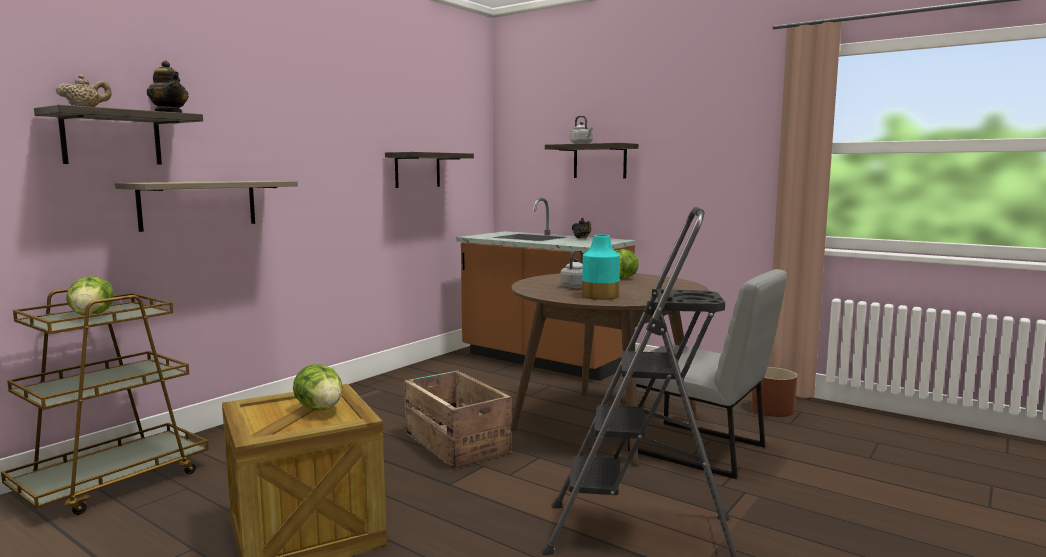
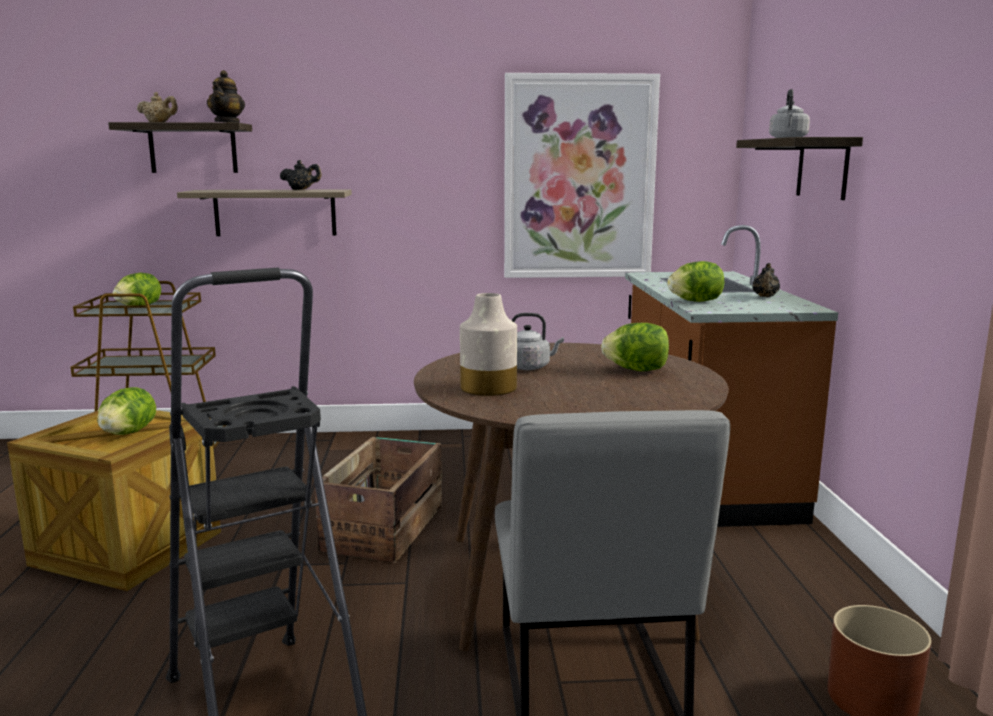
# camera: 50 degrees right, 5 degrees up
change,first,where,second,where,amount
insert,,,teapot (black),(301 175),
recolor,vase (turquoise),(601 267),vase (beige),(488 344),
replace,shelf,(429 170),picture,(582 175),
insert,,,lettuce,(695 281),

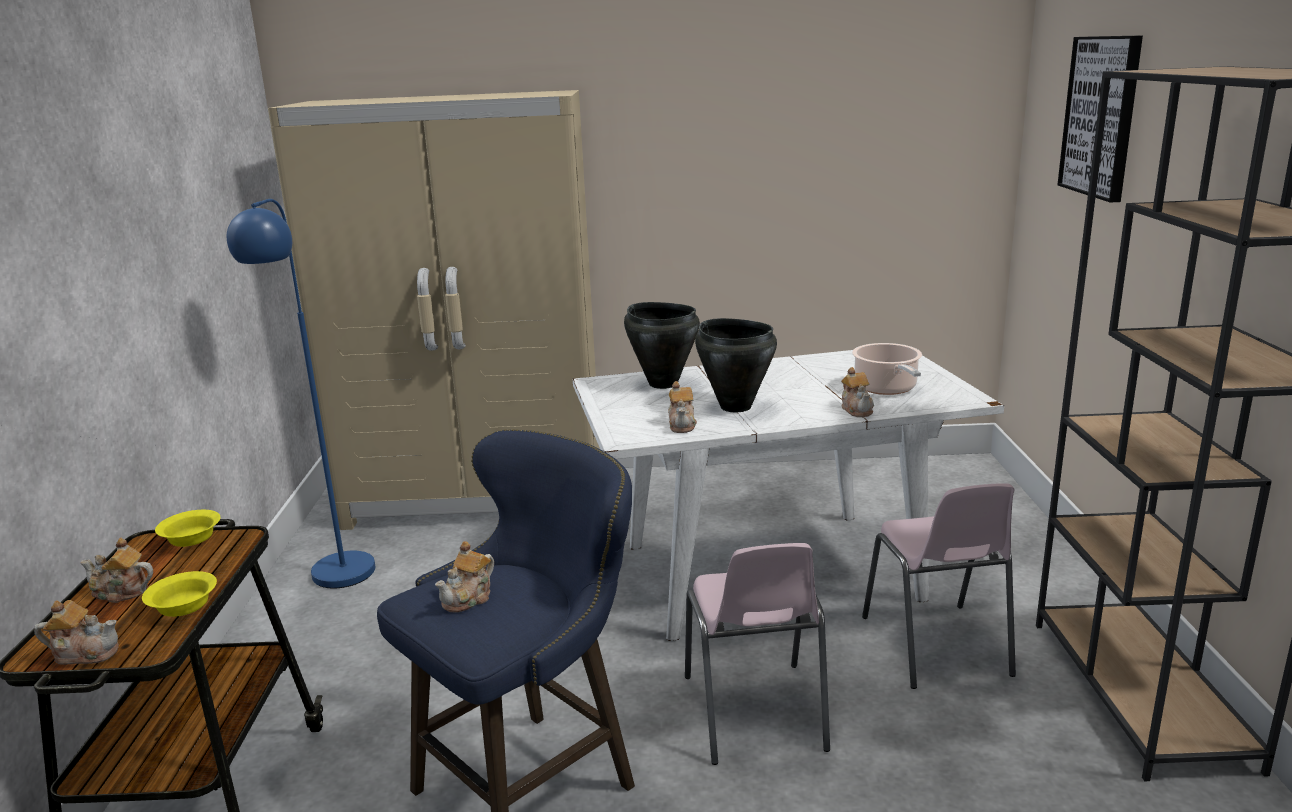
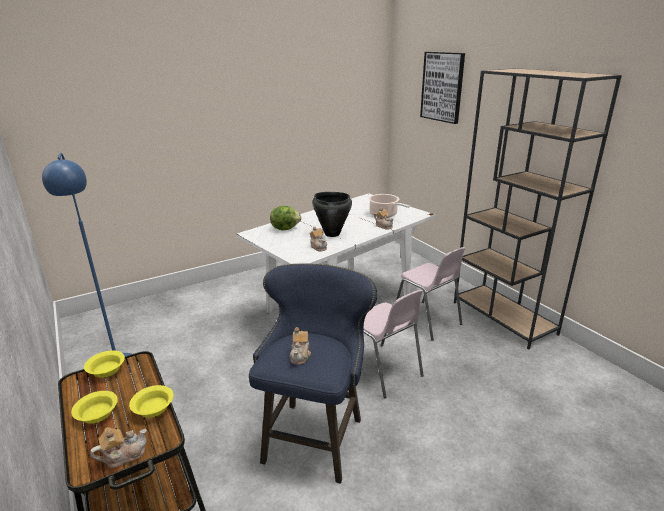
# camera: 30 degrees left, 5 degrees up
change,first,where,second,where,amount
replace,teapot,(117 570),bowl (yellow),(94 407),
replace,cooking pot (black),(662 345),lettuce,(286 217),
delete,cabinet (beige),(434 310),,,

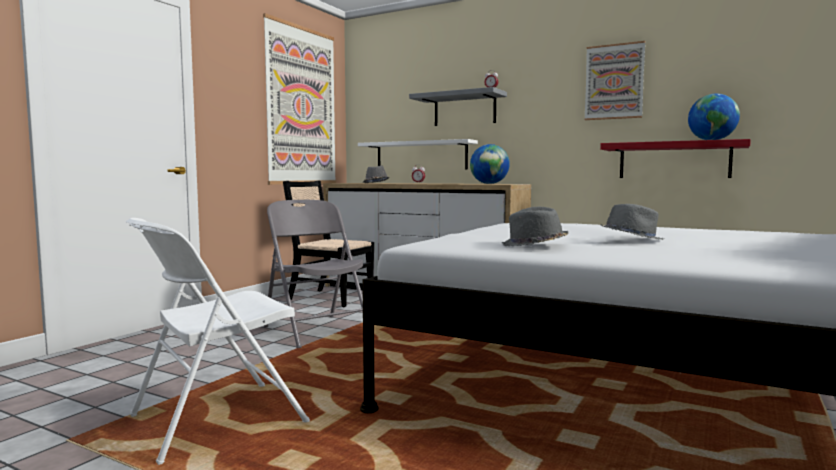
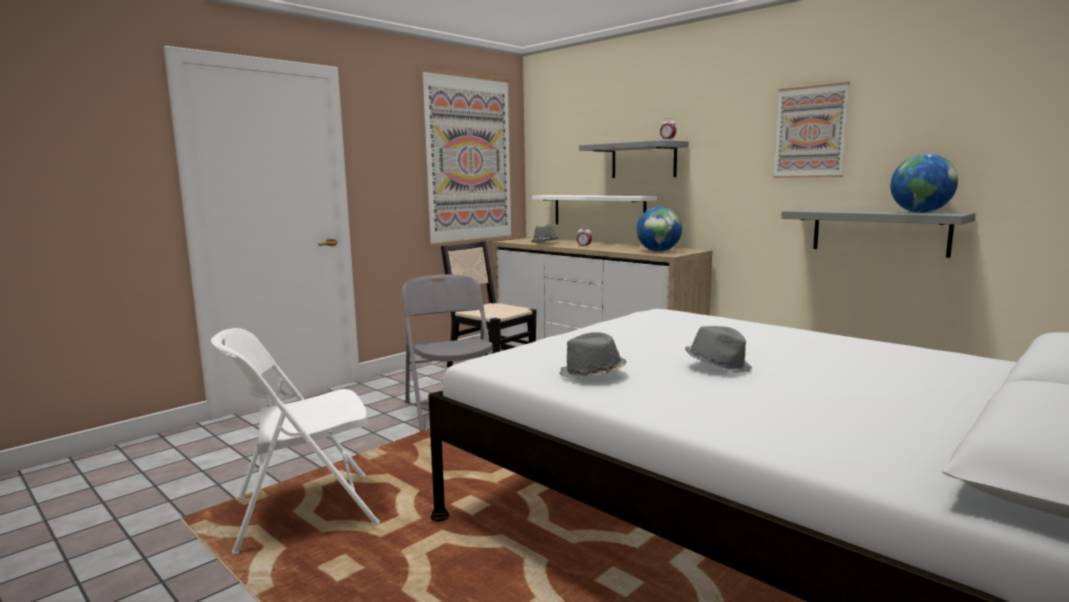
# camera: 15 degrees right, 5 degrees up
change,first,where,second,where,amount
recolor,shelf (red),(675 158),shelf (grey),(878 233),

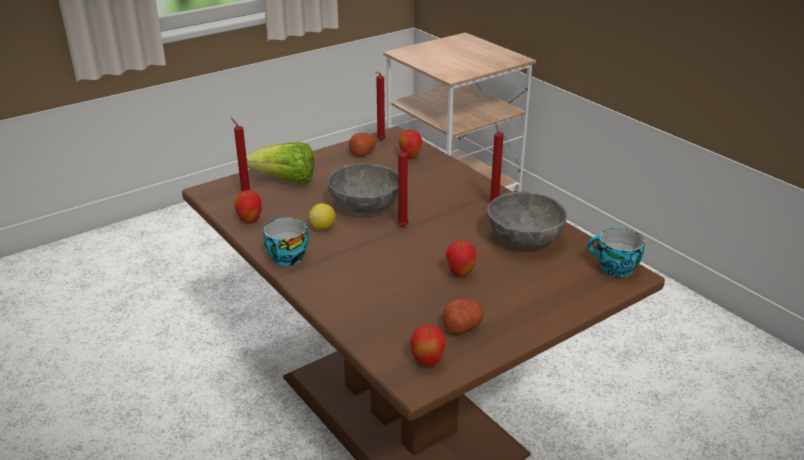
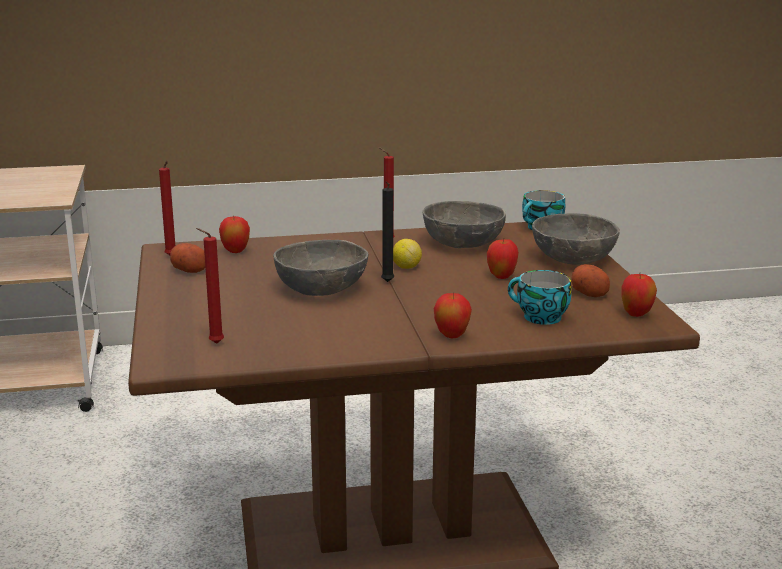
# camera: 65 degrees left, 10 degrees down
change,first,where,second,where,amount
recolor,candle (red),(400 186),candle (black),(387 231),
move,lemon,(322 216),,(407 254),
move,apple,(248 207),,(453 315),
move,cup,(286 242),,(540 297),
insert,,,bowl (grey),(576 239),
delete,lettuce,(280 163),,,

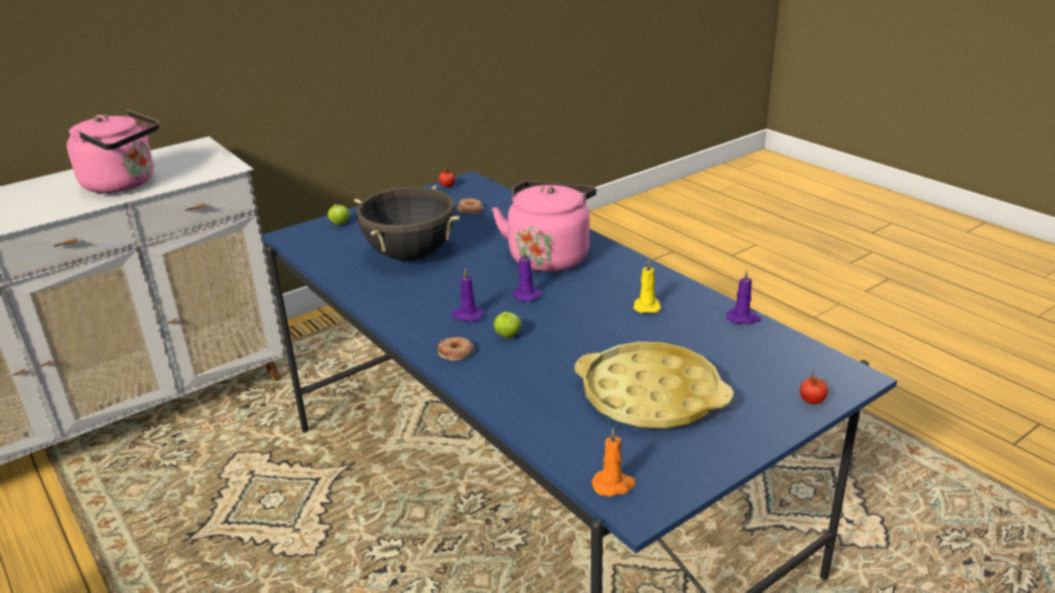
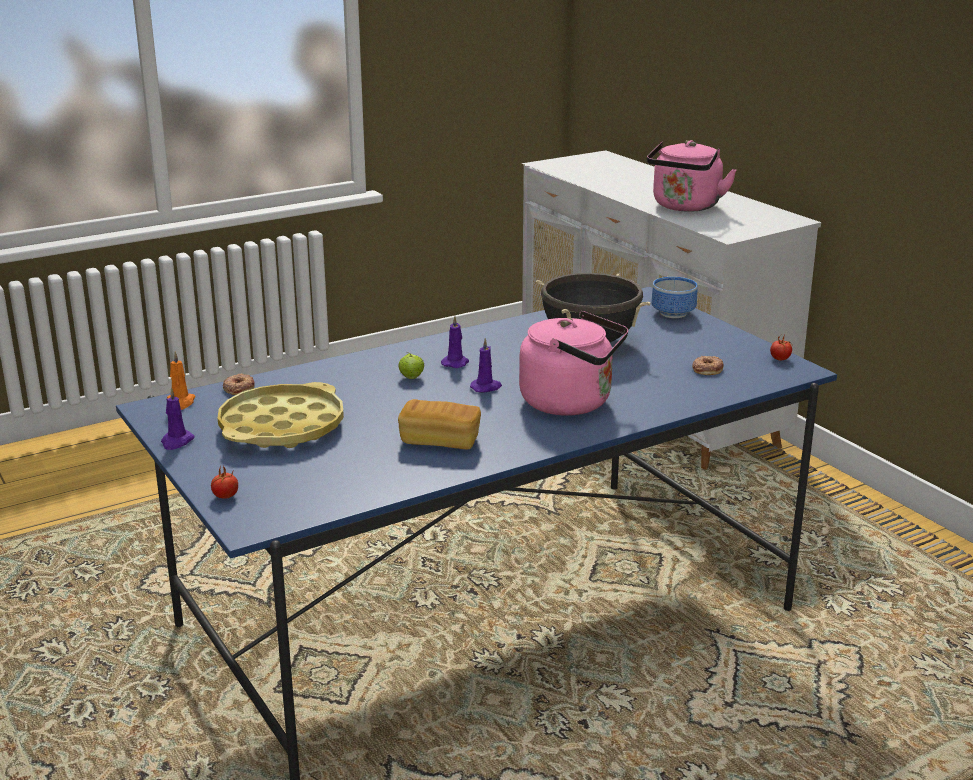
# camera: 95 degrees right, 5 degrees down
change,first,where,second,where,amount
move,candle (purple),(743 297),,(178 418),
move,donut,(456 349),,(239 384),
replace,candle (yellow),(647 286),bread,(439 424),
replace,apple,(339 214),bowl,(674 297),

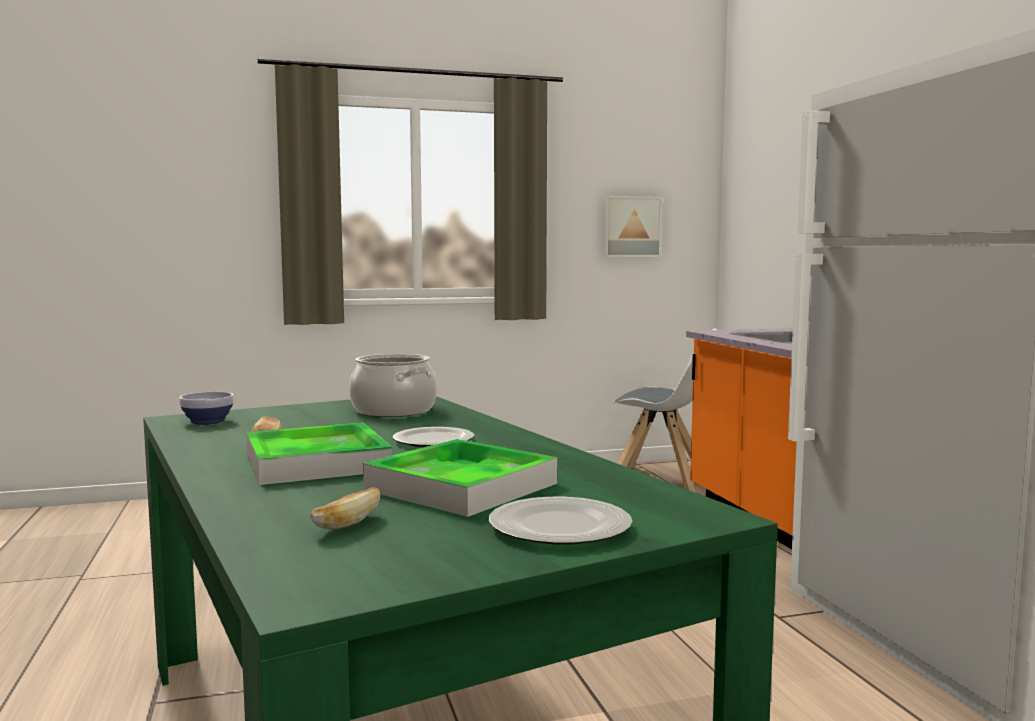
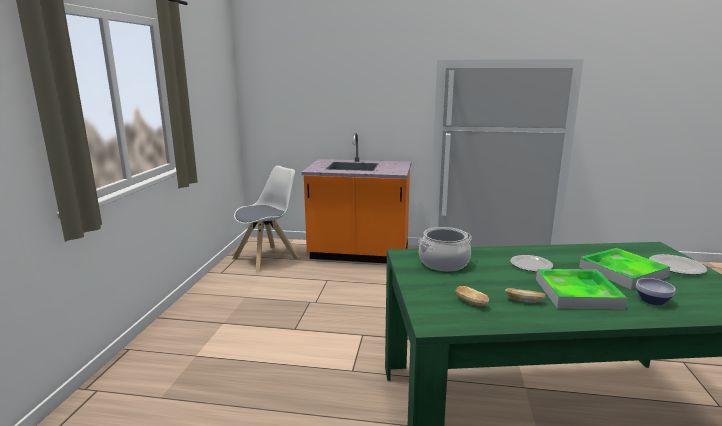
# camera: 65 degrees left, 10 degrees up
change,first,where,second,where,amount
move,bread,(345 508),,(472 296),
move,bowl,(206 408),,(656 291),
delete,picture,(633 226),,,

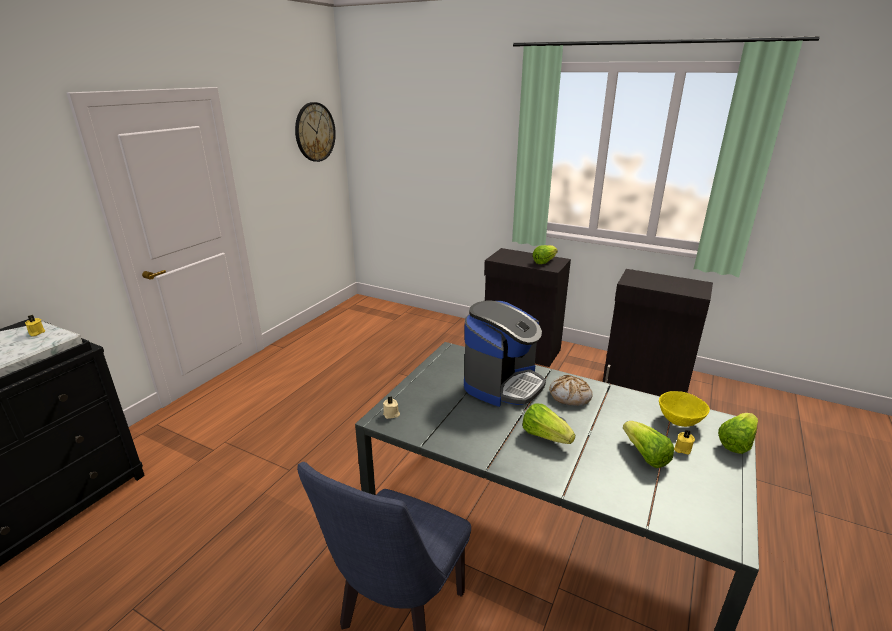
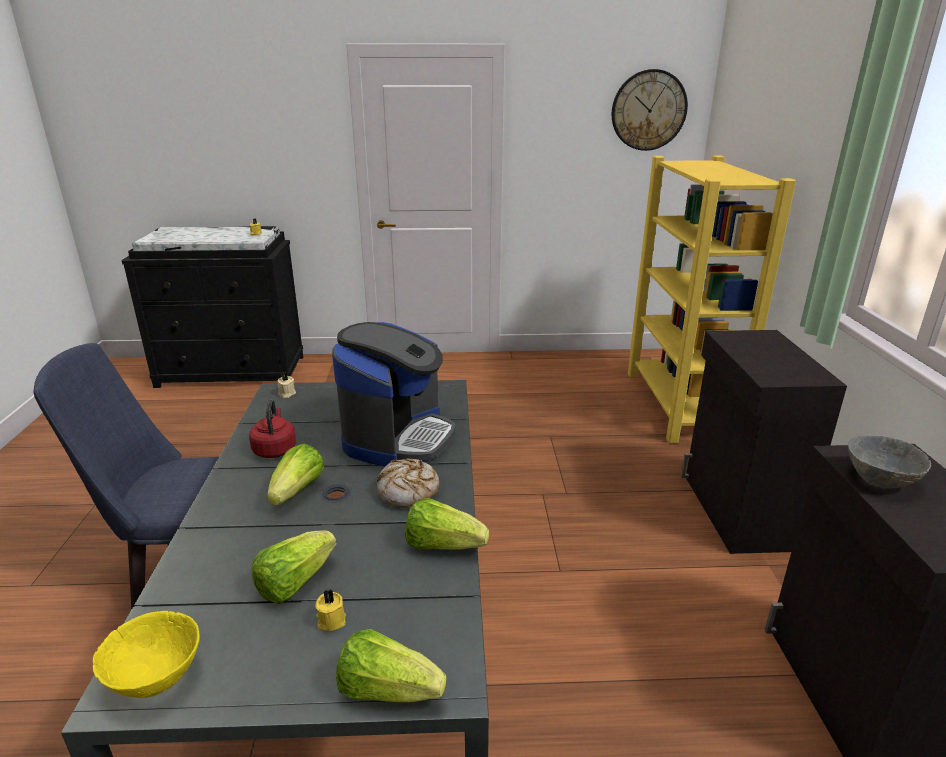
# camera: 60 degrees right, 0 degrees up
change,first,where,second,where,amount
move,bowl (yellow),(684 409),,(146 654),
insert,,,kettle (red),(272 428),
rotate,coffee machine,(505 353),,(394 394),75 degrees counterclockwise
move,lettuce,(545 254),,(447 523),
insert,,,bookcase (yellow),(712 299),
insert,,,bowl (grey),(889 462),

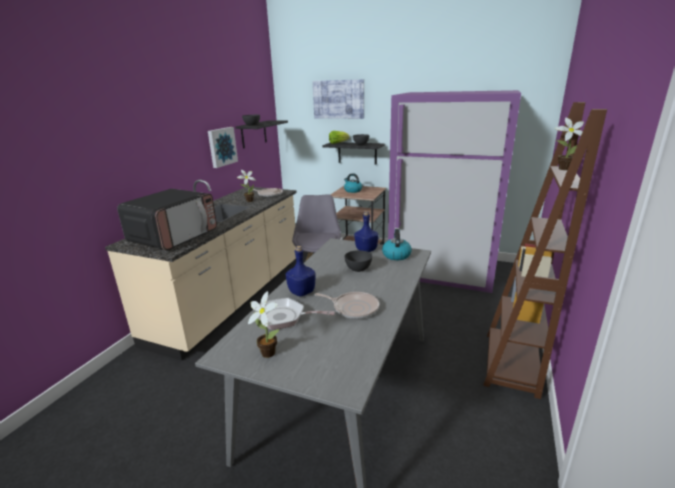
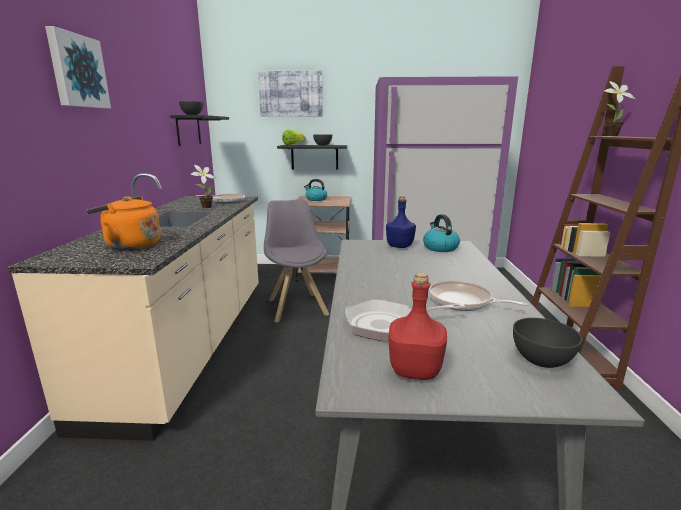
# camera: 20 degrees left, 5 degrees down
change,first,where,second,where,amount
move,picture,(223 147),,(78 67),
replace,microwave,(167 219),kettle (orange),(123 223),
replace,potted plant,(264 324),bottle (red),(417 326),
rotate,frying pan,(347 305),,(477 296),150 degrees counterclockwise
move,bowl (grey),(358 261),,(548 343),
delete,bottle (blue),(301 271),,,

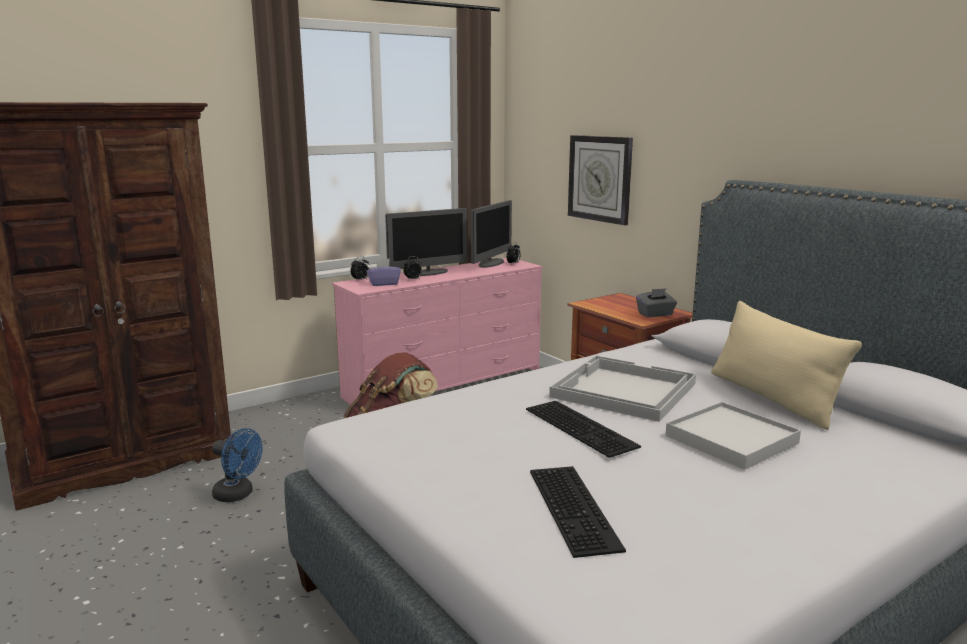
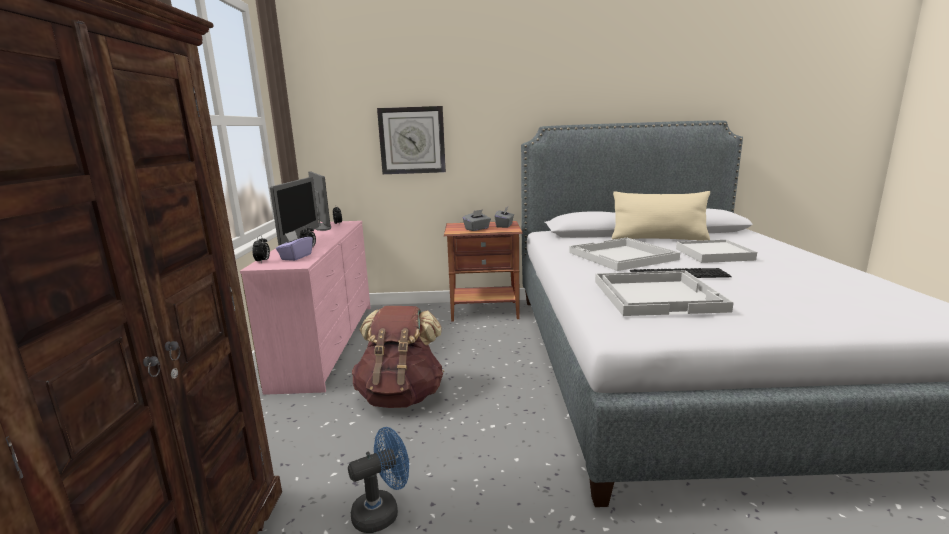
# camera: 55 degrees left, 0 degrees up
change,first,where,second,where,amount
insert,,,tissue box (grey),(477 220),
insert,,,tray (white),(664 293),
delete,keyboard,(578 512),,,

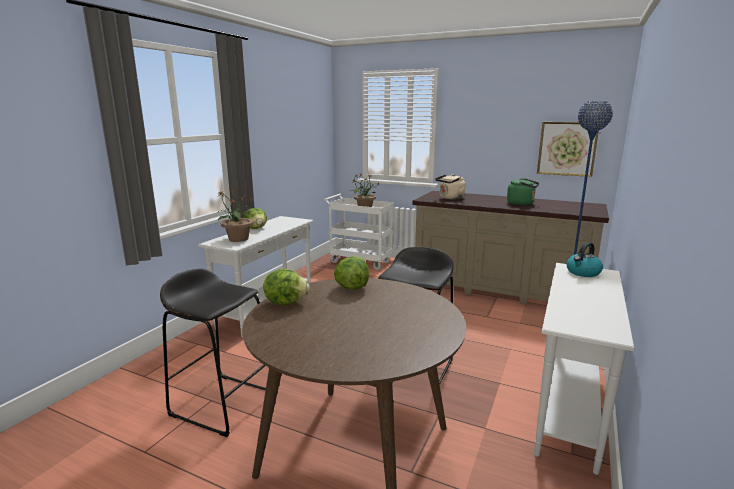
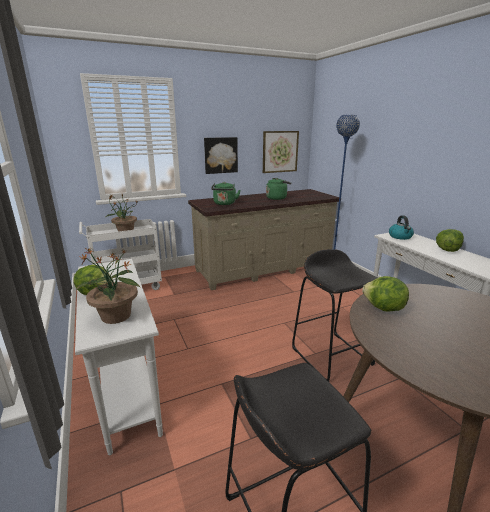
# camera: 50 degrees left, 5 degrees up
change,first,where,second,where,amount
insert,,,picture,(221 155),
recolor,kettle (beige),(450 187),kettle (green),(225 193),
move,lettuce,(286 287),,(450 240),

